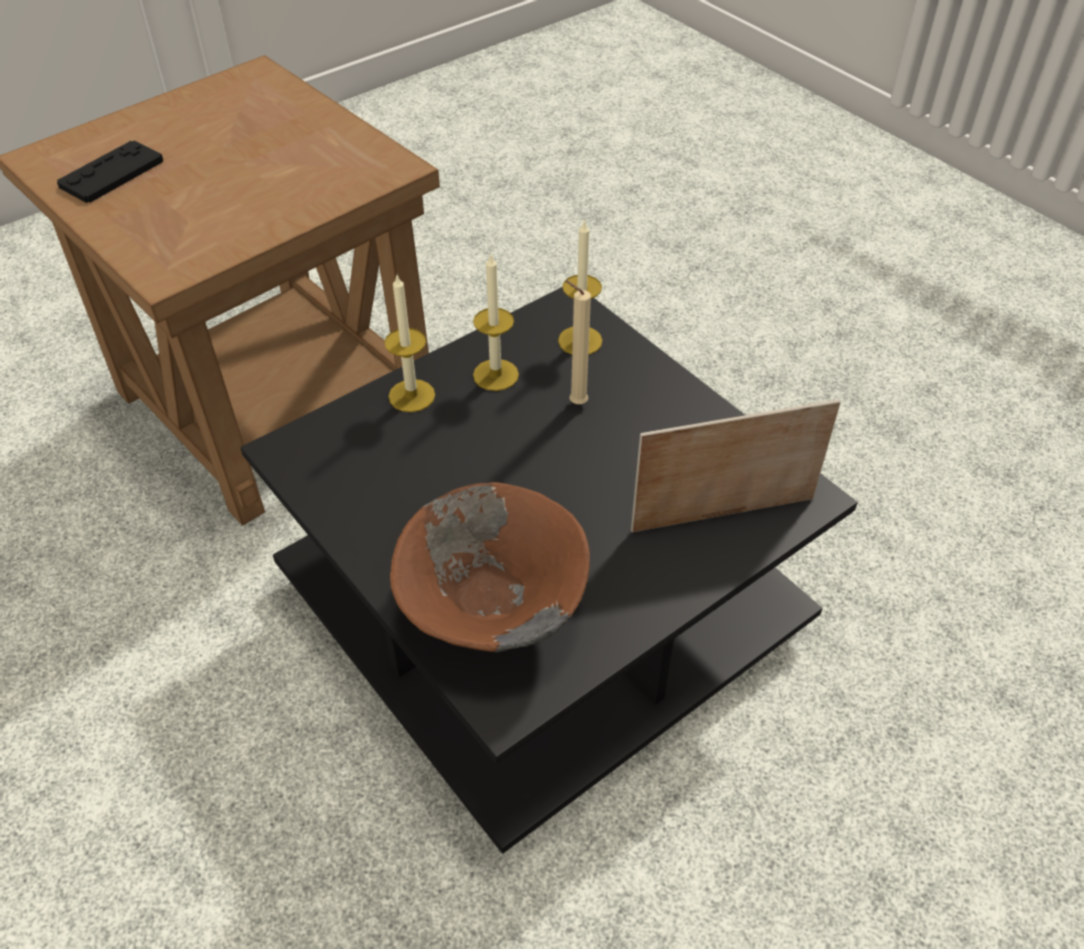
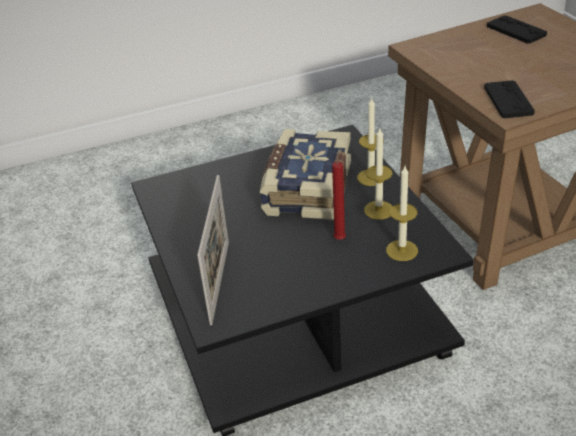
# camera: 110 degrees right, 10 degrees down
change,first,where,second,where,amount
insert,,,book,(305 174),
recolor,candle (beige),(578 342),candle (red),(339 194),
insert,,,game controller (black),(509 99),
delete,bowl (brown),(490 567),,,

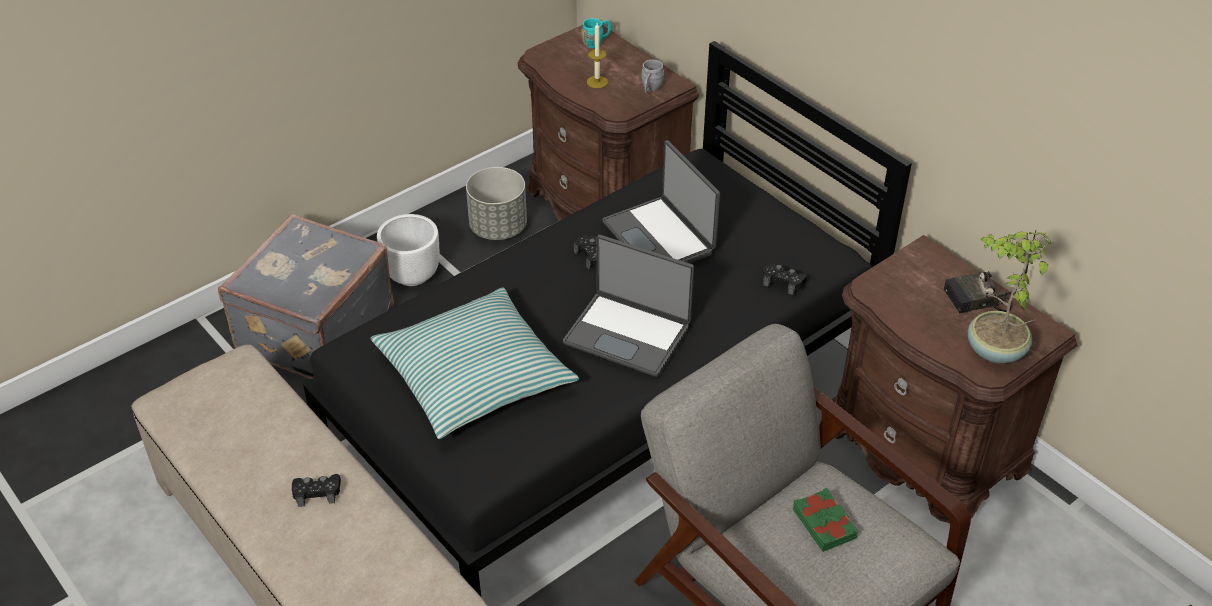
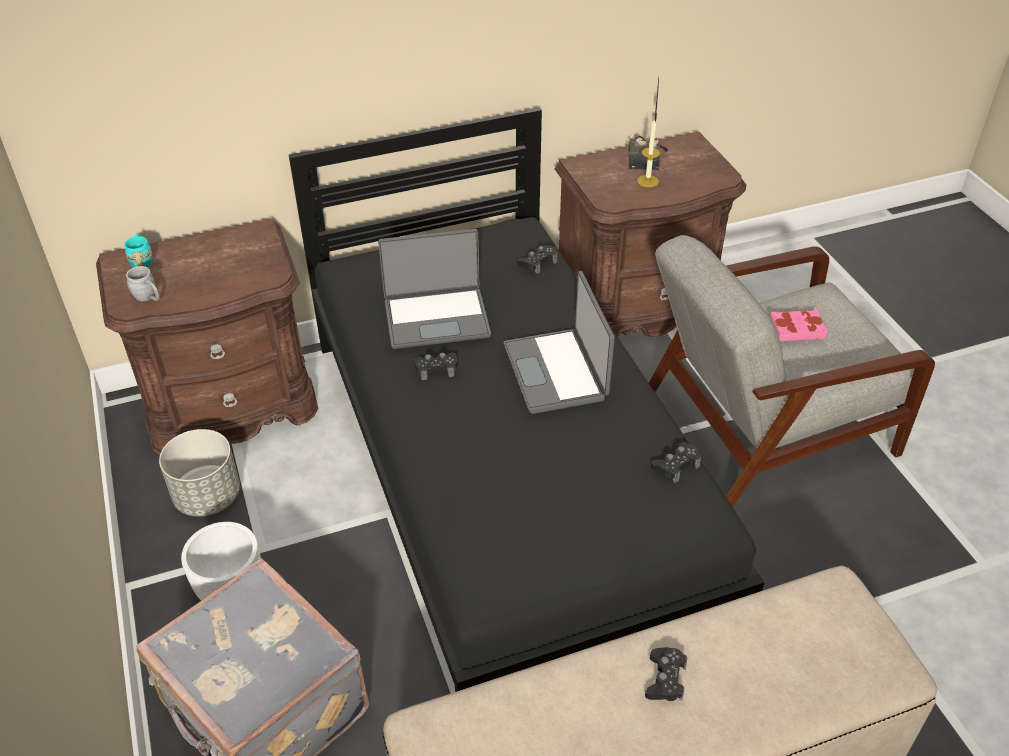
# camera: 70 degrees left, 0 degrees up
change,first,where,second,where,amount
move,mug (grey),(652 76),,(142 283),
rotate,laptop,(628 306),,(559 342),120 degrees clockwise
move,candle,(597 55),,(648 153),
insert,,,game controller (black),(676 462),
recolor,book (green),(825 520),book (pink),(799 325),
delete,pillow,(475 363),,,
delete,potted plant,(1009 297),,,

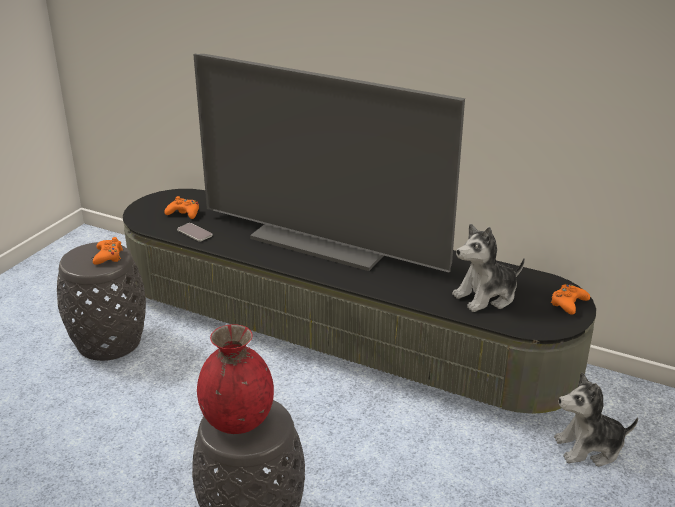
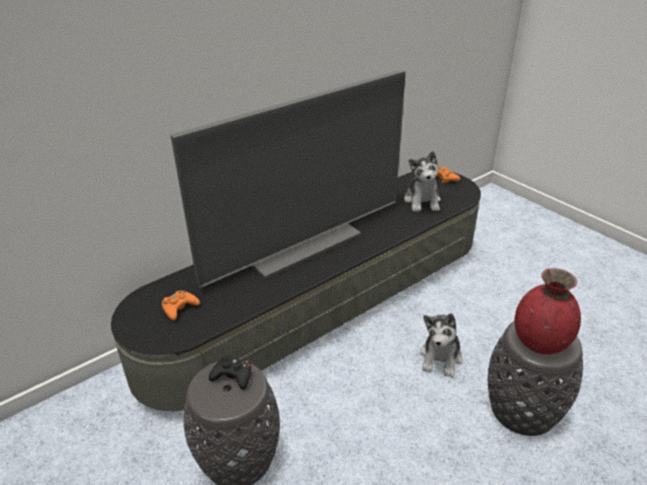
# camera: 65 degrees left, 5 degrees up
change,first,where,second,where,amount
recolor,game controller (orange),(108 251),game controller (black),(230 372),
move,plush toy,(596 419),,(441 345),
delete,phone,(195 232),,,

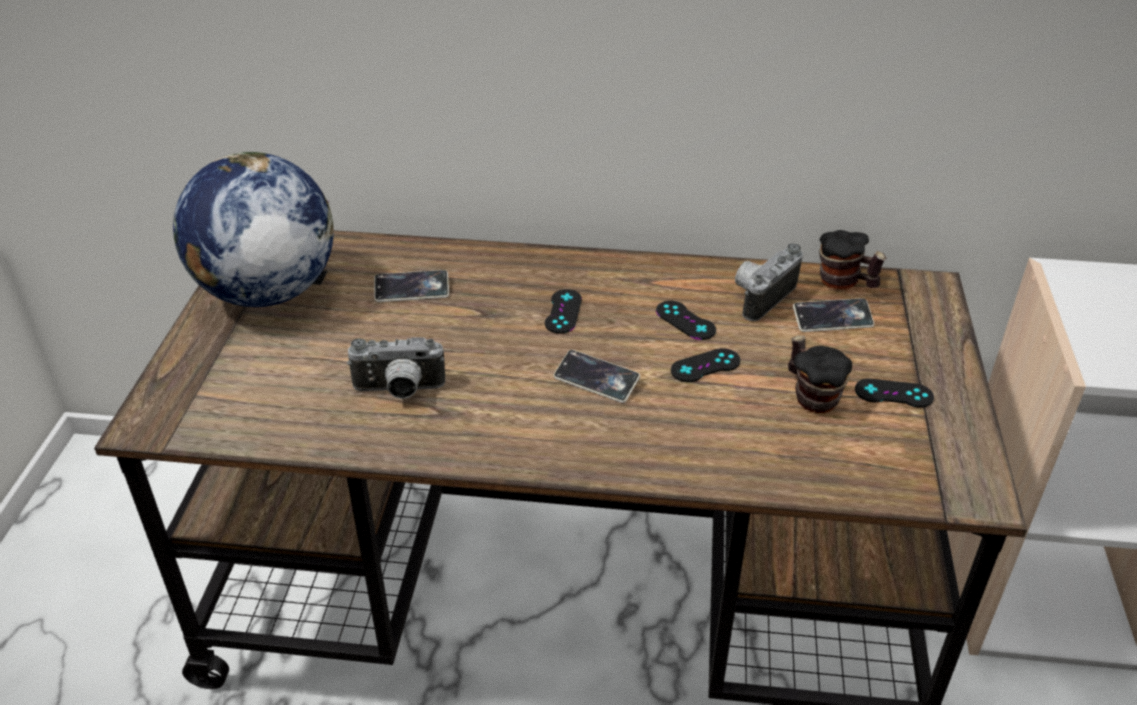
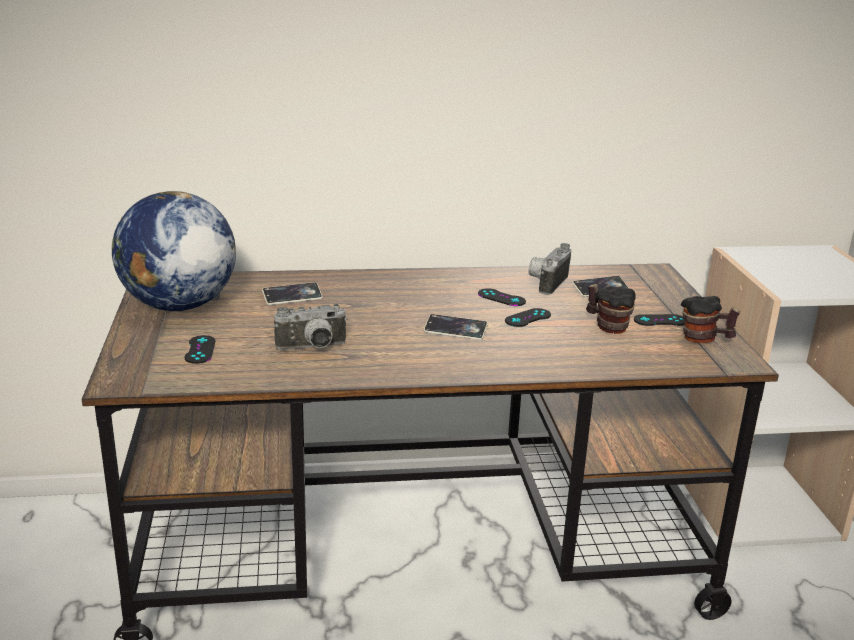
# camera: 15 degrees left, 15 degrees down
change,first,where,second,where,amount
move,game controller (black),(563 311),,(200 349),
move,mug,(852 259),,(710 319),

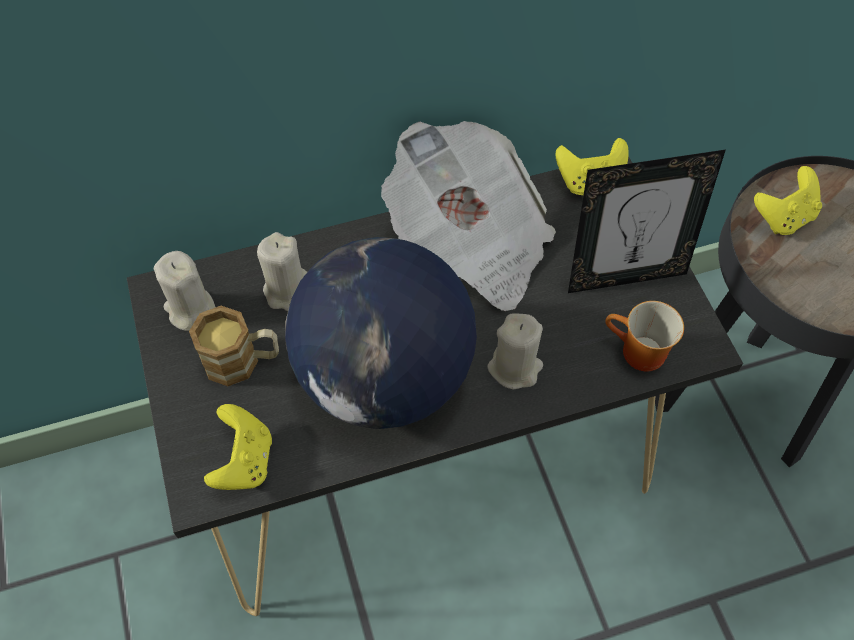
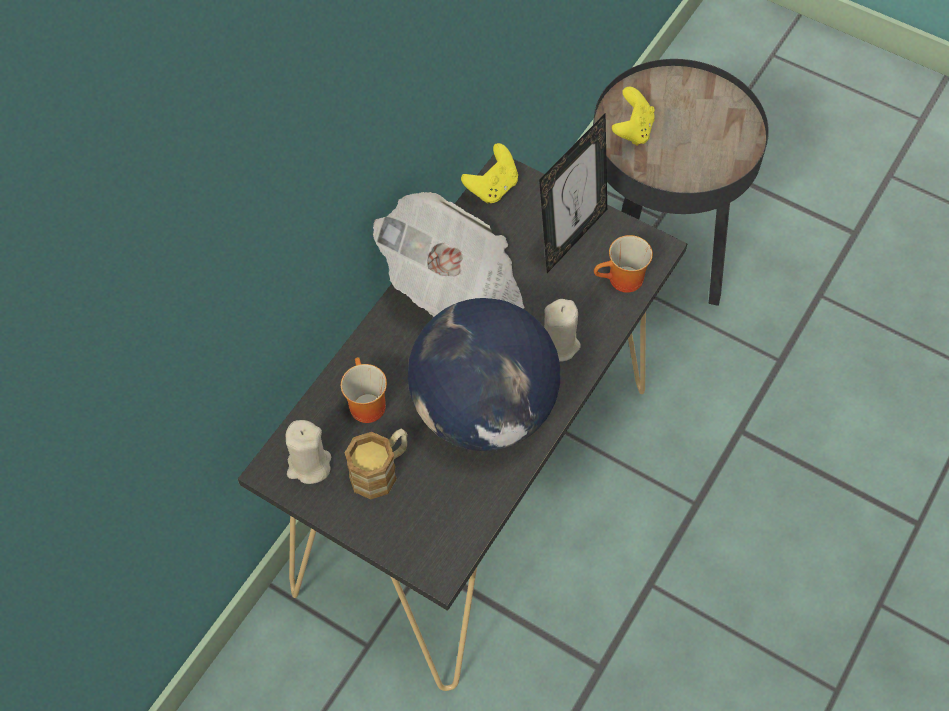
# camera: 40 degrees left, 0 degrees up
change,first,where,second,where,amount
replace,candle (beige),(282 271),mug,(364 390),
delete,game controller (yellow),(238 447),,,

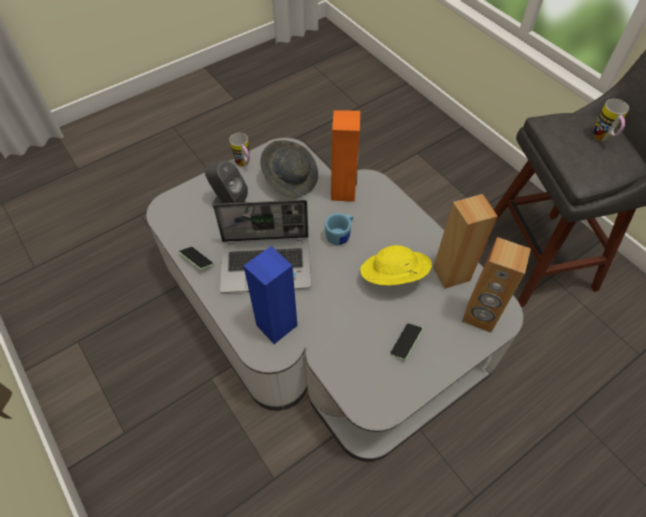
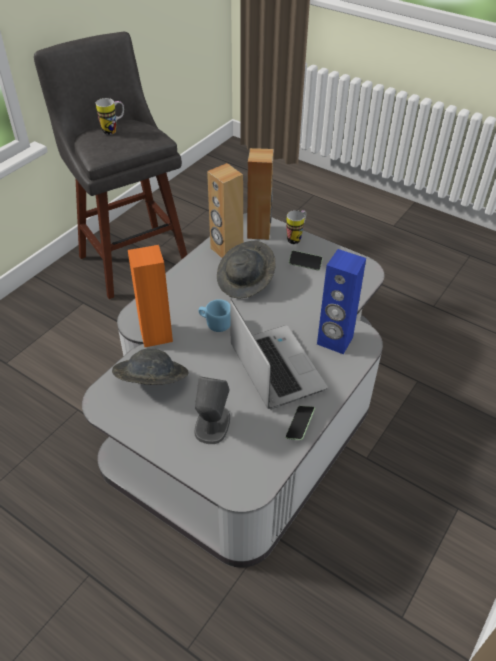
# camera: 110 degrees left, 10 degrees down
change,first,where,second,where,amount
recolor,hat (yellow),(396 265),hat (grey),(246 269),
move,mug,(240 150),,(296 227),

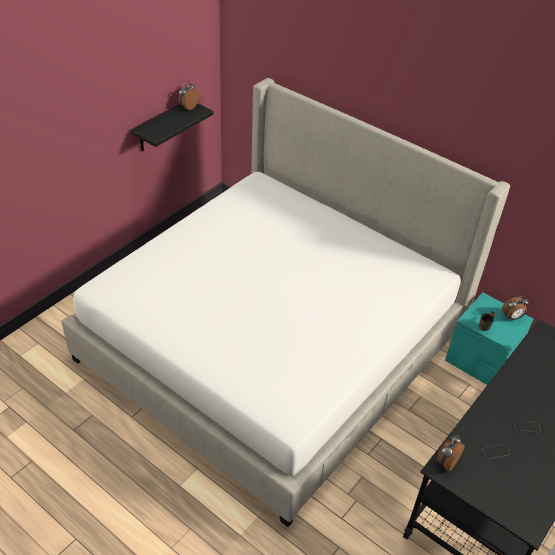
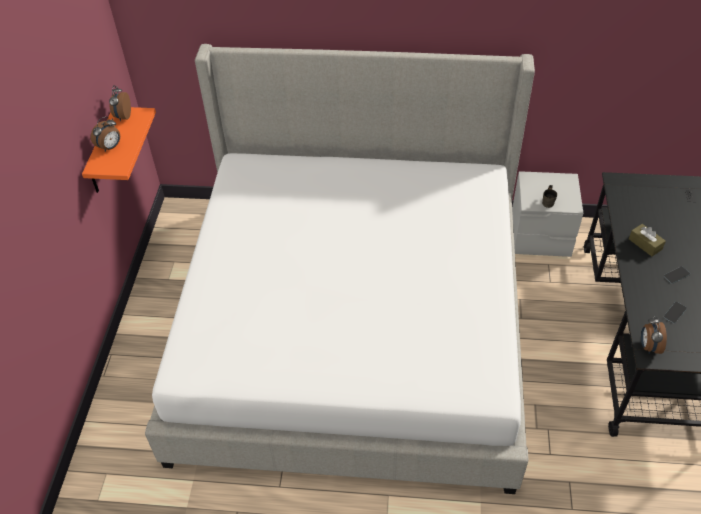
# camera: 30 degrees left, 5 degrees up
change,first,where,second,where,amount
recolor,shelf (black),(172 127),shelf (orange),(119 150),
move,alarm clock,(515 308),,(105 134),
recolor,nightstand (turquoise),(489 338),nightstand (white),(547 214),
insert,,,tissue box (brown),(647 240),

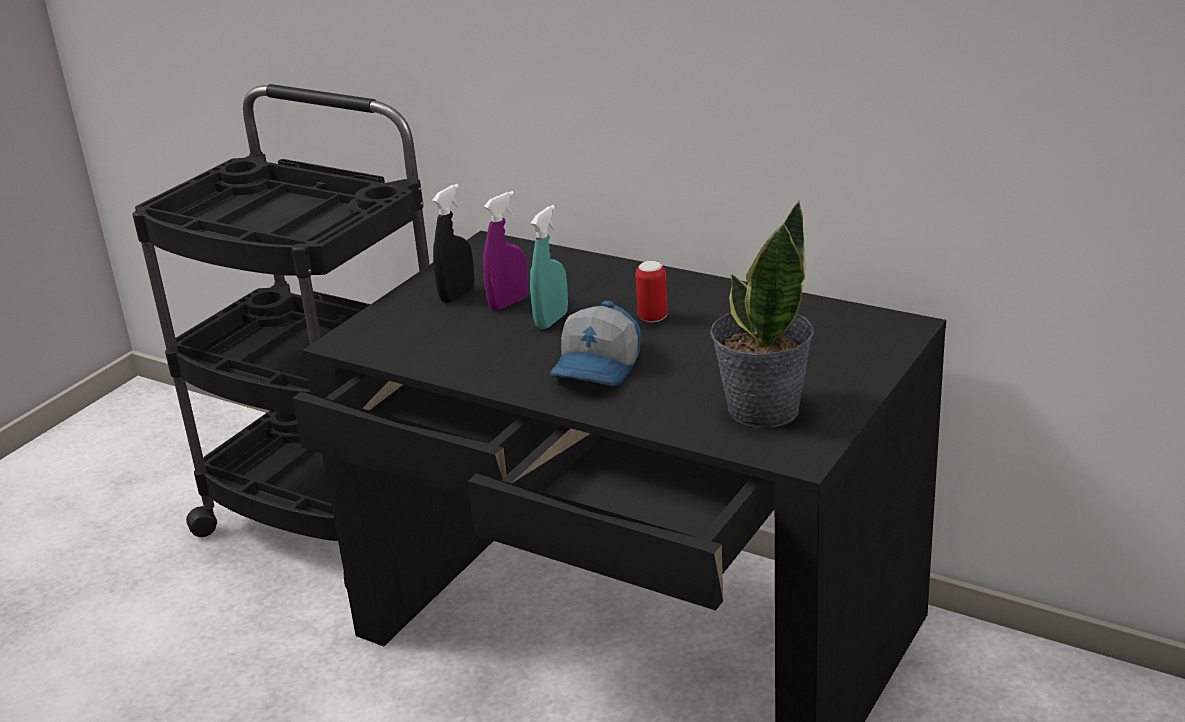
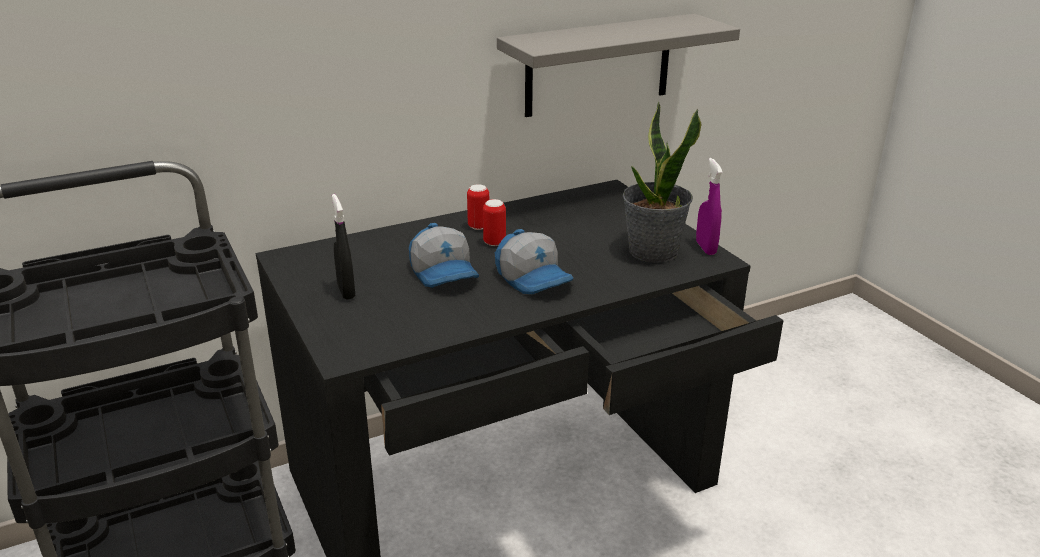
# camera: 60 degrees left, 0 degrees up
change,first,where,second,where,amount
replace,spray bottle (turquoise),(549 267),cap,(444 255),
insert,,,can,(478 207),
insert,,,shelf (grey),(618 65),
move,spray bottle (purple),(505 250),,(709 206),

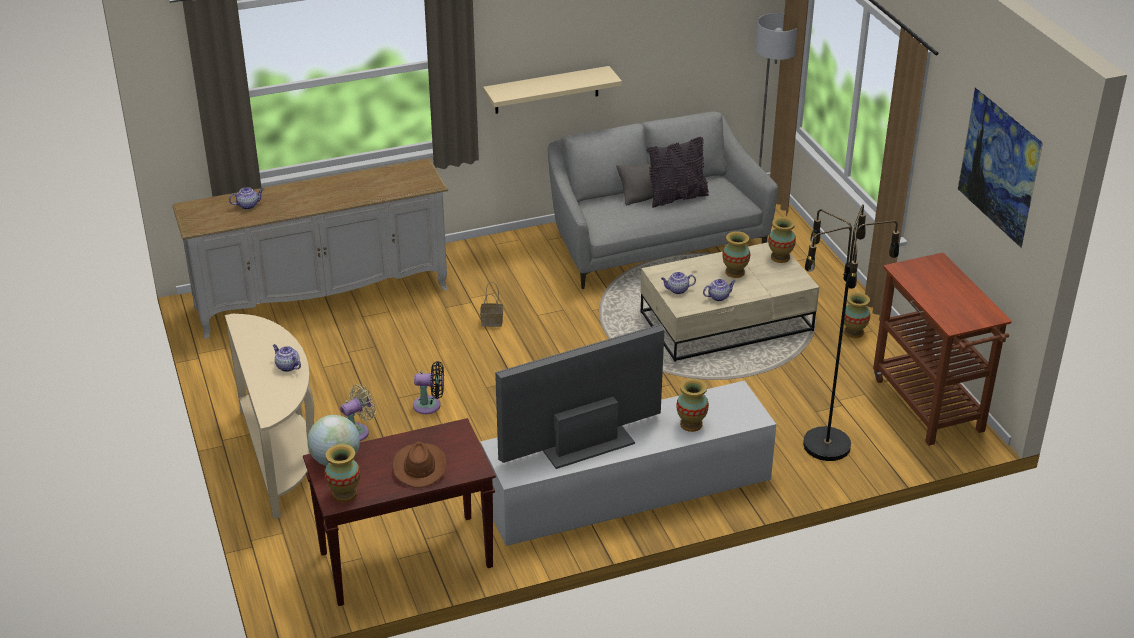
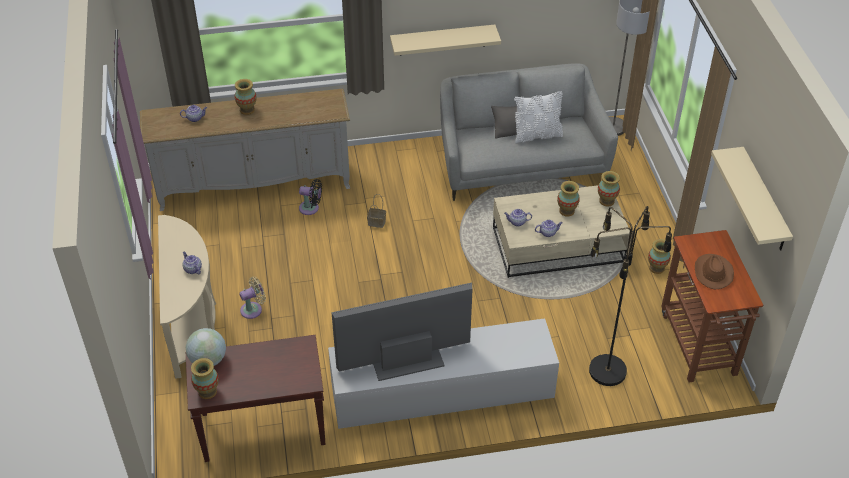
# camera: 10 degrees right, 10 degrees up
change,first,where,second,where,amount
move,vase,(692 405),,(246 97),
move,fan (black),(428 387),,(310 197),
recolor,pillow (black),(677 172),pillow (white),(538 117),
move,hat (brown),(419 465),,(714 271),
replace,picture,(1000 167),shelf (beige),(752 198),

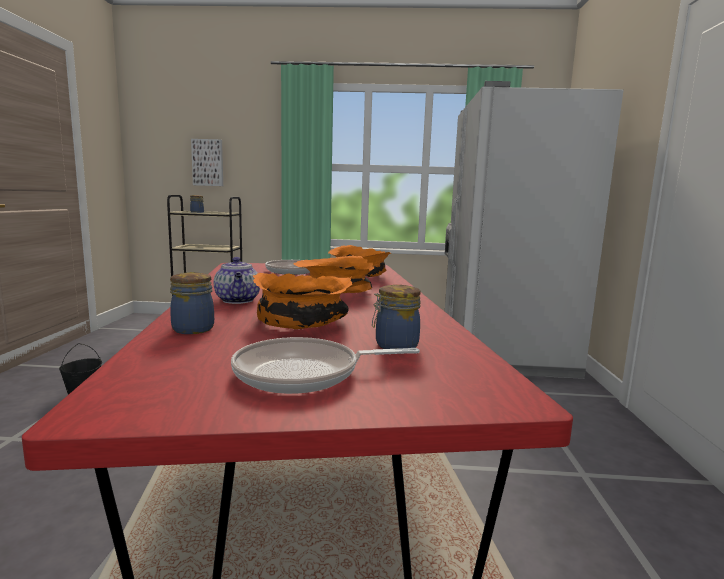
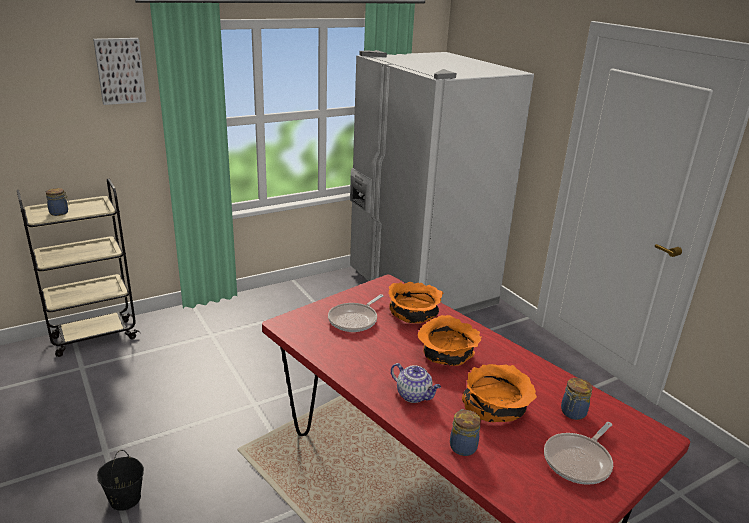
# camera: 35 degrees left, 15 degrees up
change,first,where,second,where,amount
move,picture,(207 162),,(119 71),

